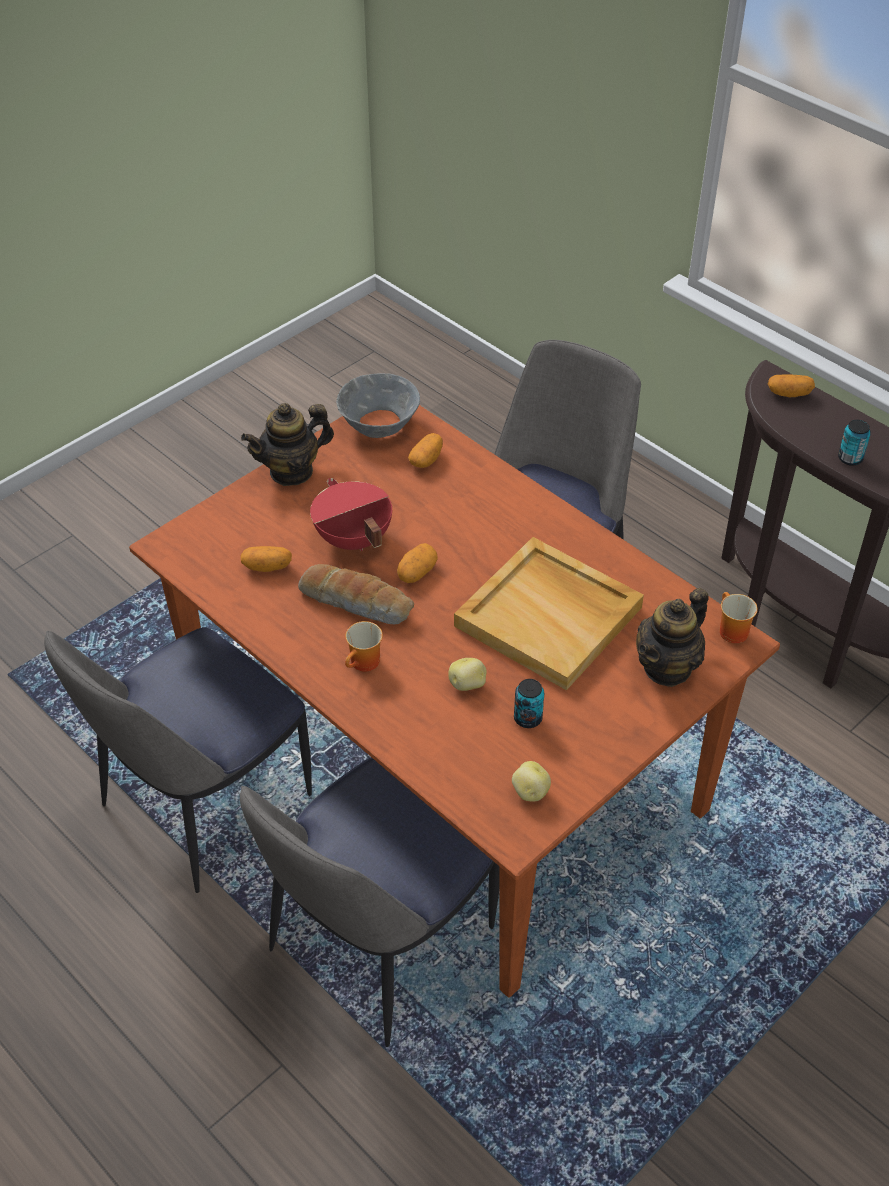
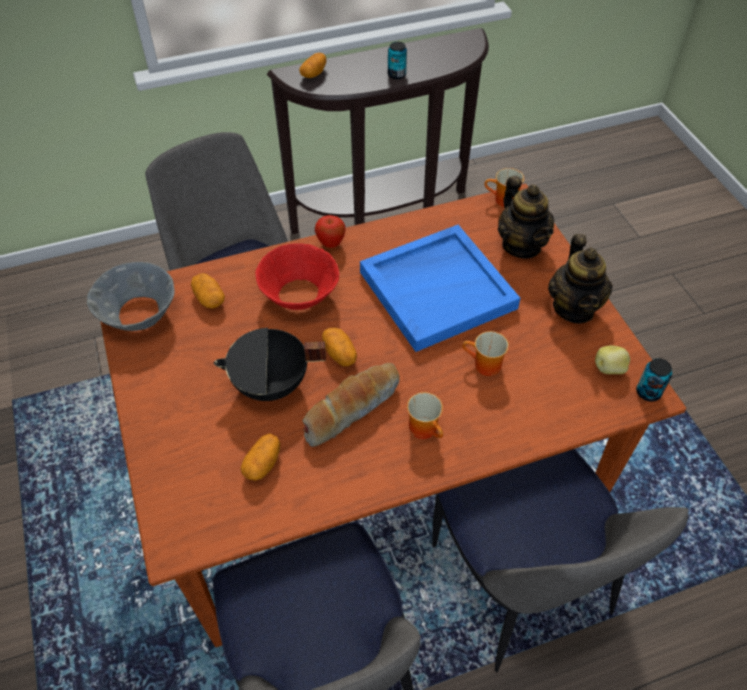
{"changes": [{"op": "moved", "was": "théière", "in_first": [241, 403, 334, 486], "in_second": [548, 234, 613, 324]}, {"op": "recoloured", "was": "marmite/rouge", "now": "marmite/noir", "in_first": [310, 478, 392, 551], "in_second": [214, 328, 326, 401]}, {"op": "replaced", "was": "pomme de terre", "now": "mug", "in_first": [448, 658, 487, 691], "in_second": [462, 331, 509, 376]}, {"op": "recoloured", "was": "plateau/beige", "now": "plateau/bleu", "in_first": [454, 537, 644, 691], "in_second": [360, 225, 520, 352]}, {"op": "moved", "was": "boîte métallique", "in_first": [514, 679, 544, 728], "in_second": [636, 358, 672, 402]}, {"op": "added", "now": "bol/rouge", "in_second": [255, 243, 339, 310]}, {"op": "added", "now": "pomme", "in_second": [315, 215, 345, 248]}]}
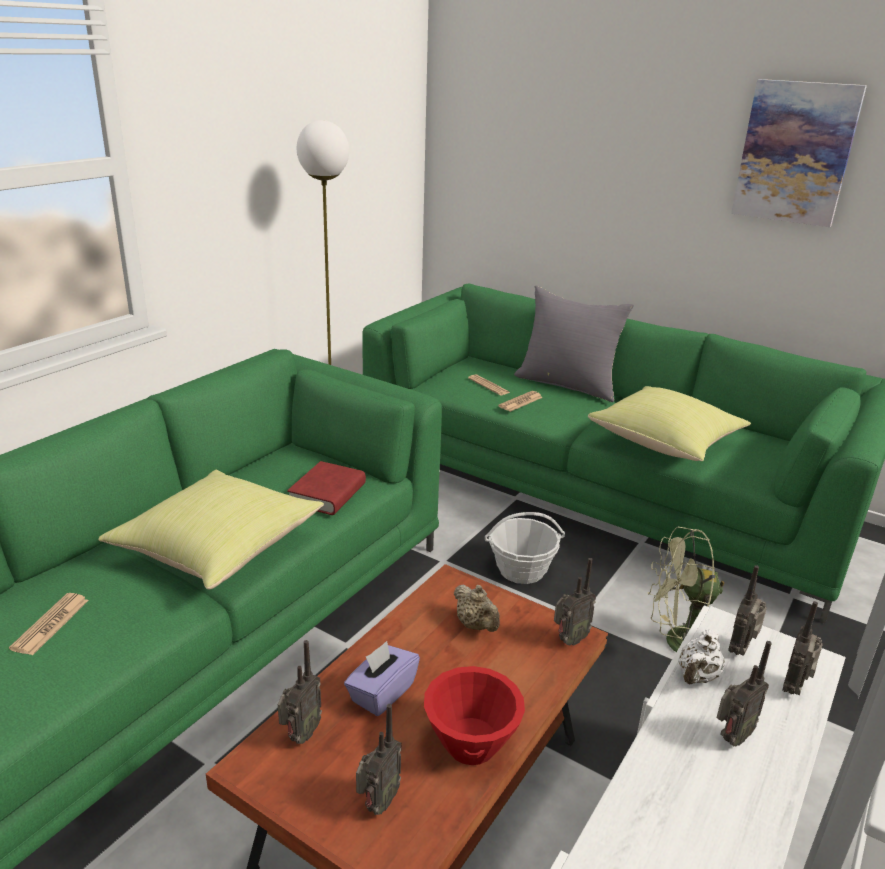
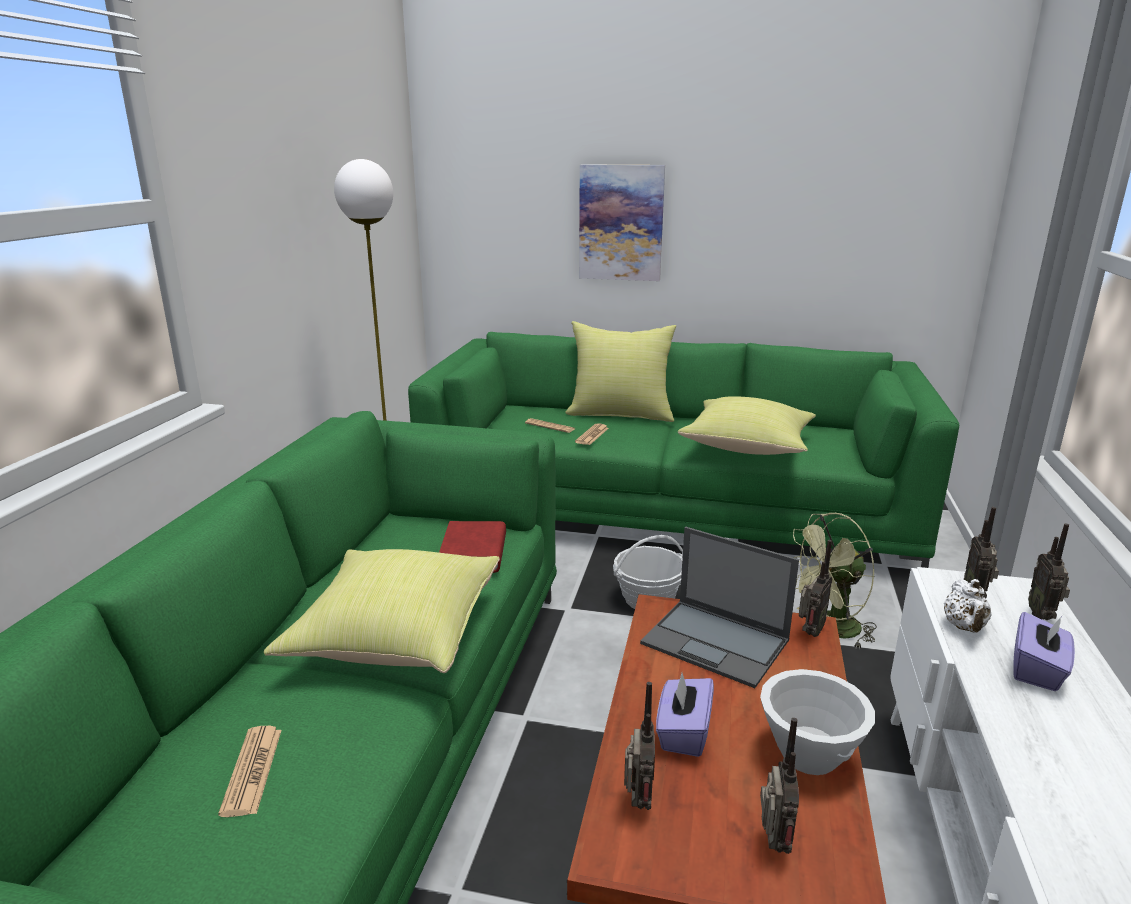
{"changes": [{"op": "recoloured", "was": "bol/rouge", "now": "bol/blanc", "in_first": [424, 666, 525, 765], "in_second": [760, 669, 875, 775]}, {"op": "replaced", "was": "théière/beige", "now": "ordinateur portable", "in_first": [454, 584, 500, 632], "in_second": [640, 527, 799, 688]}, {"op": "recoloured", "was": "coussin/gris", "now": "coussin/jaune", "in_first": [514, 286, 634, 402], "in_second": [565, 321, 676, 422]}, {"op": "replaced", "was": "radio", "now": "boîte à mouchoirs/violet", "in_first": [716, 641, 772, 747], "in_second": [1013, 612, 1075, 691]}, {"op": "moved", "was": "tableau", "in_first": [731, 79, 867, 227], "in_second": [579, 164, 665, 281]}]}
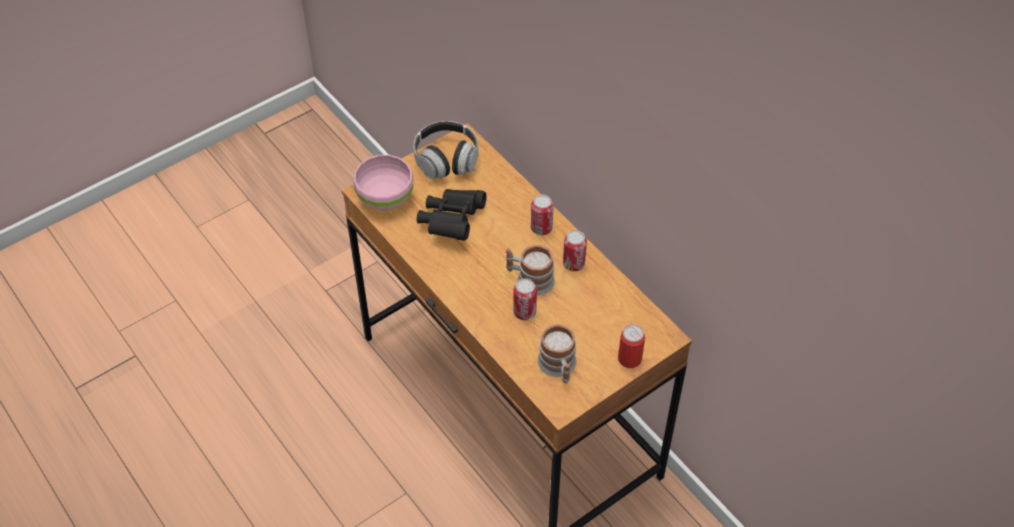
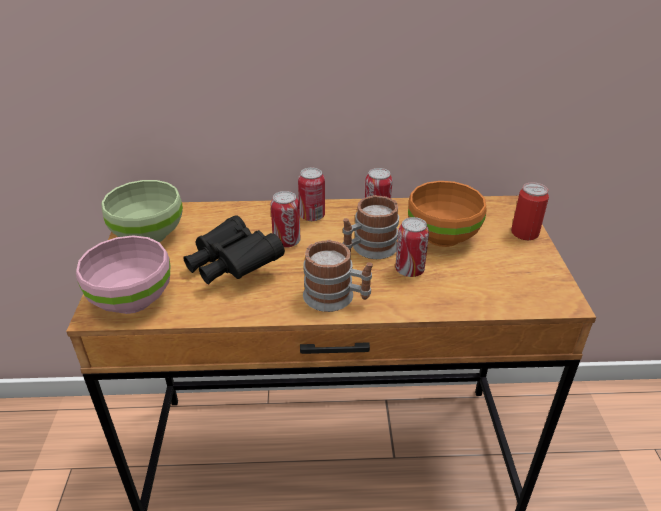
{"changes": [{"op": "replaced", "was": "casque audio", "now": "bol/vert", "in_first": [413, 121, 479, 179], "in_second": [101, 180, 183, 242]}, {"op": "moved", "was": "mug", "in_first": [538, 324, 576, 384], "in_second": [303, 240, 373, 312]}, {"op": "added", "now": "boîte métallique", "in_second": [270, 191, 301, 248]}, {"op": "added", "now": "bol/orange", "in_second": [408, 181, 486, 247]}]}
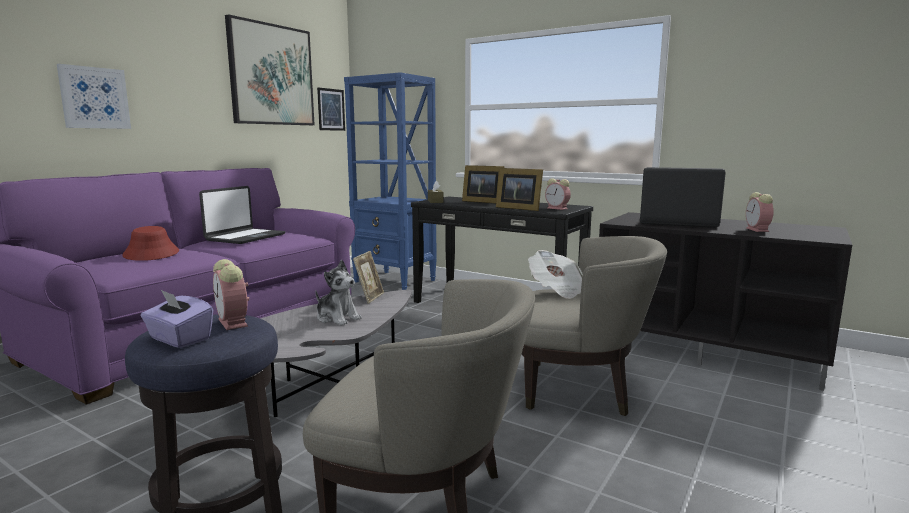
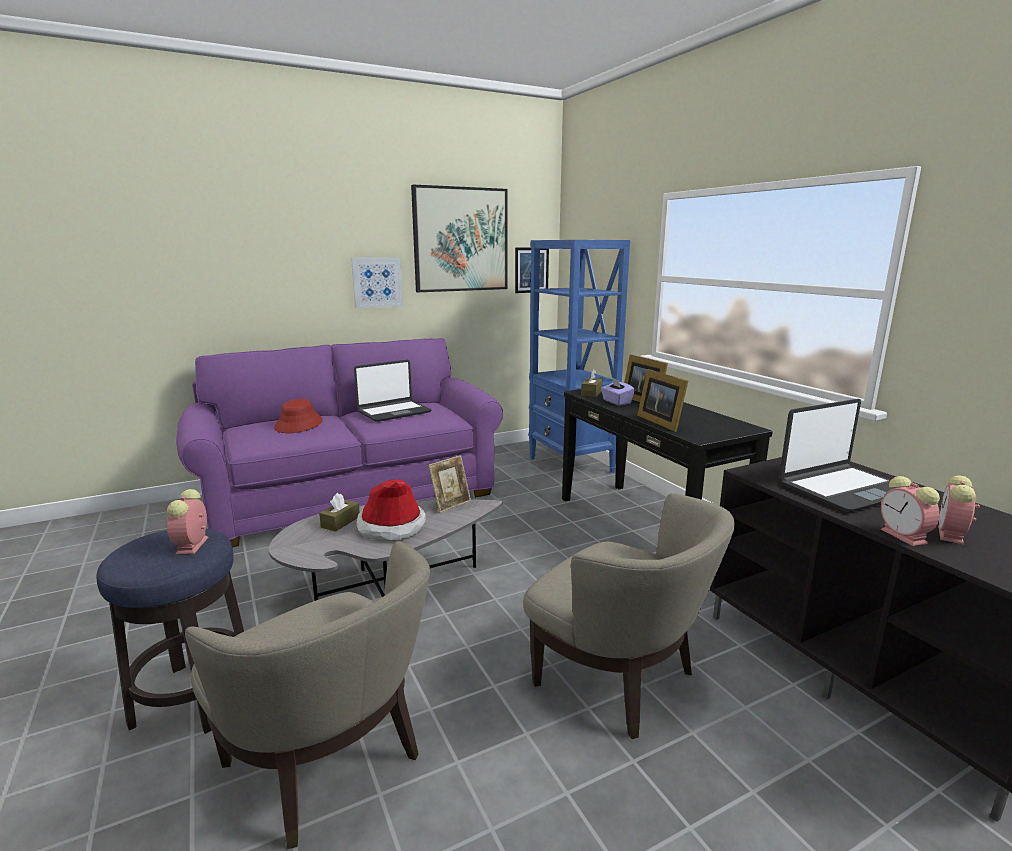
{"changes": [{"op": "moved", "was": "tableau", "in_first": [57, 64, 131, 129], "in_second": [351, 257, 403, 308]}, {"op": "moved", "was": "boîte à mouchoirs/violet", "in_first": [141, 289, 213, 348], "in_second": [601, 378, 635, 405]}, {"op": "replaced", "was": "peluche", "now": "chapeau", "in_first": [315, 260, 362, 326], "in_second": [356, 479, 426, 540]}, {"op": "removed", "was": "journal", "in_first": [528, 250, 583, 299]}, {"op": "moved", "was": "réveil", "in_first": [545, 178, 571, 210], "in_second": [881, 476, 940, 546]}, {"op": "turned", "was": "ordinateur portable", "in_first": [640, 167, 726, 228], "in_second": [779, 399, 908, 512], "clockwise": 105}, {"op": "added", "now": "boîte à mouchoirs/marron", "in_second": [319, 493, 360, 532]}]}
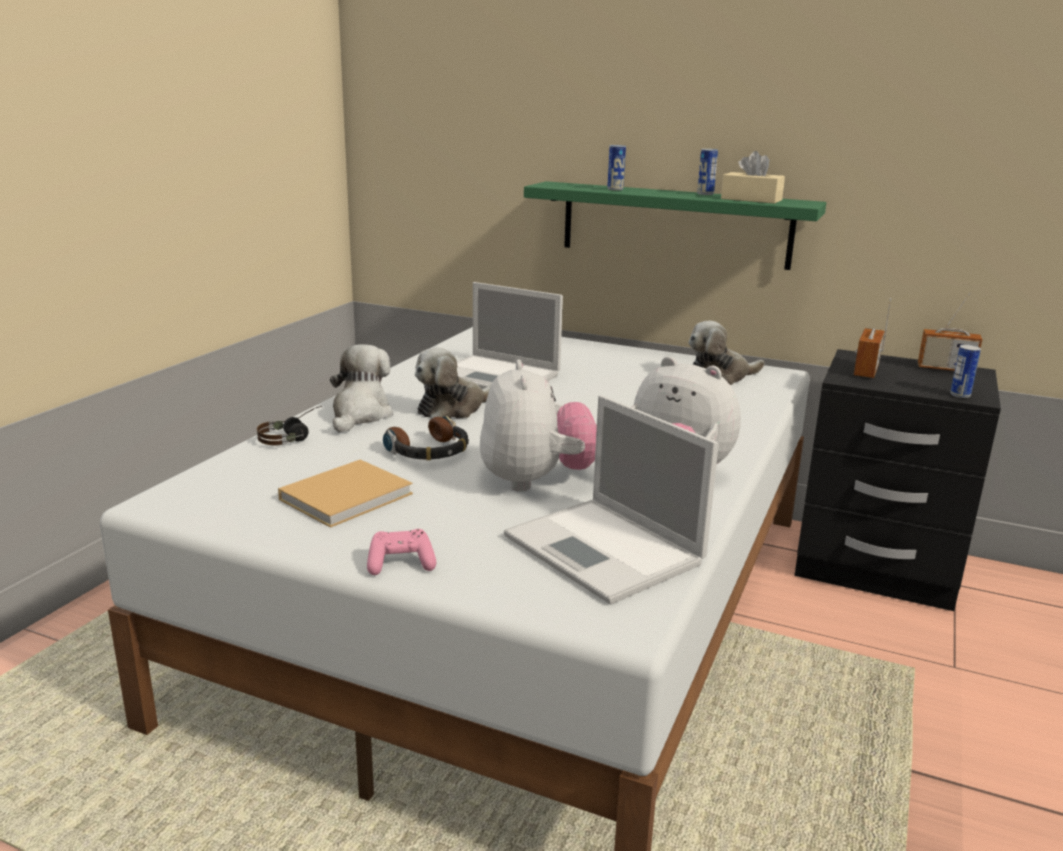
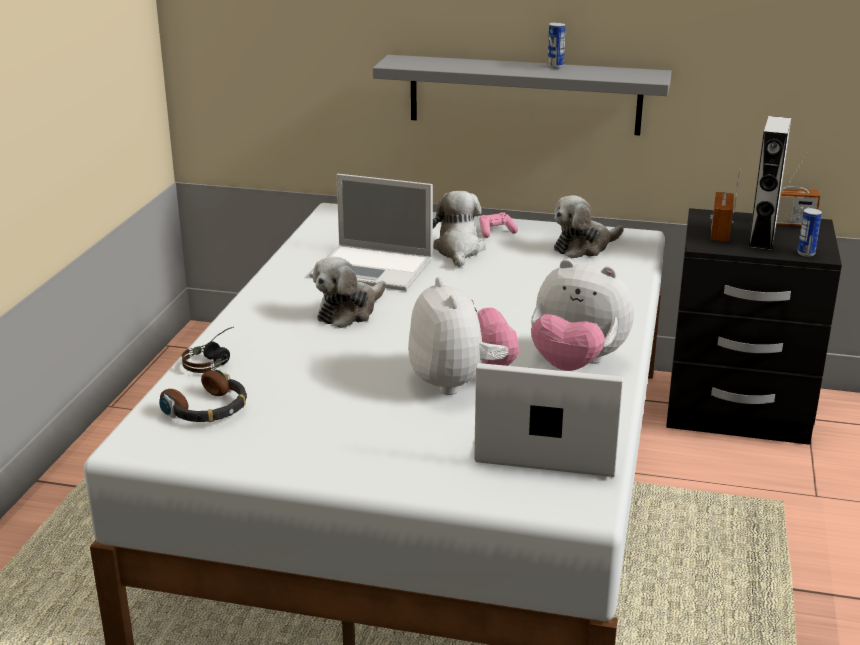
{"changes": [{"op": "removed", "was": "livre/beige", "in_first": [278, 459, 413, 528]}, {"op": "moved", "was": "peluche", "in_first": [330, 344, 393, 433], "in_second": [433, 191, 486, 267]}, {"op": "moved", "was": "manette/rose", "in_first": [367, 529, 436, 575], "in_second": [479, 212, 518, 238]}, {"op": "moved", "was": "casque audio", "in_first": [383, 416, 469, 460], "in_second": [159, 369, 247, 422]}, {"op": "turned", "was": "ordinateur portable", "in_first": [504, 395, 719, 604], "in_second": [474, 363, 623, 477], "clockwise": 150}, {"op": "recoloured", "was": "étagère/vert", "now": "étagère/gris", "in_first": [524, 181, 826, 270], "in_second": [373, 55, 672, 135]}, {"op": "removed", "was": "boîte métallique", "in_first": [607, 145, 626, 190]}, {"op": "removed", "was": "boîte à mouchoirs/beige", "in_first": [721, 151, 785, 204]}, {"op": "added", "now": "enceinte/gris", "in_second": [748, 116, 791, 250]}]}
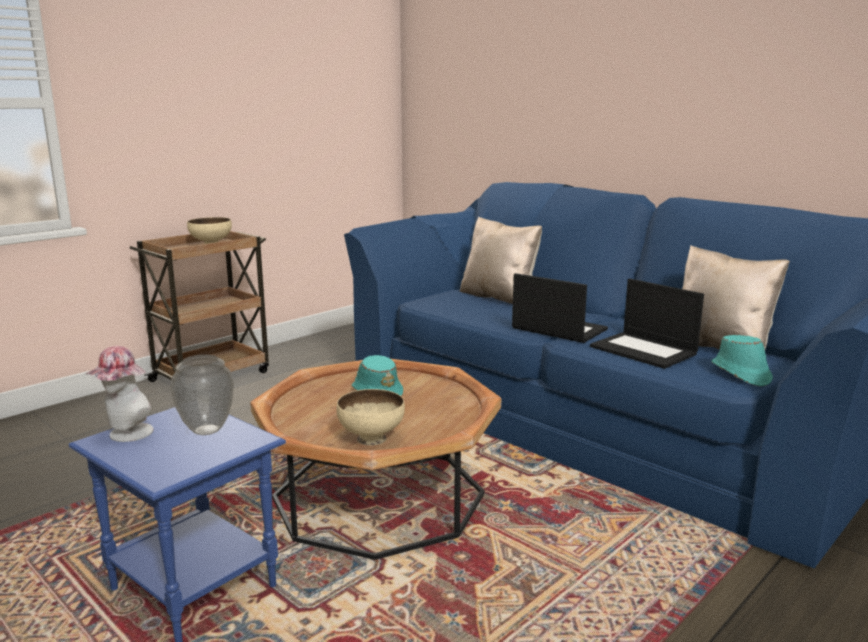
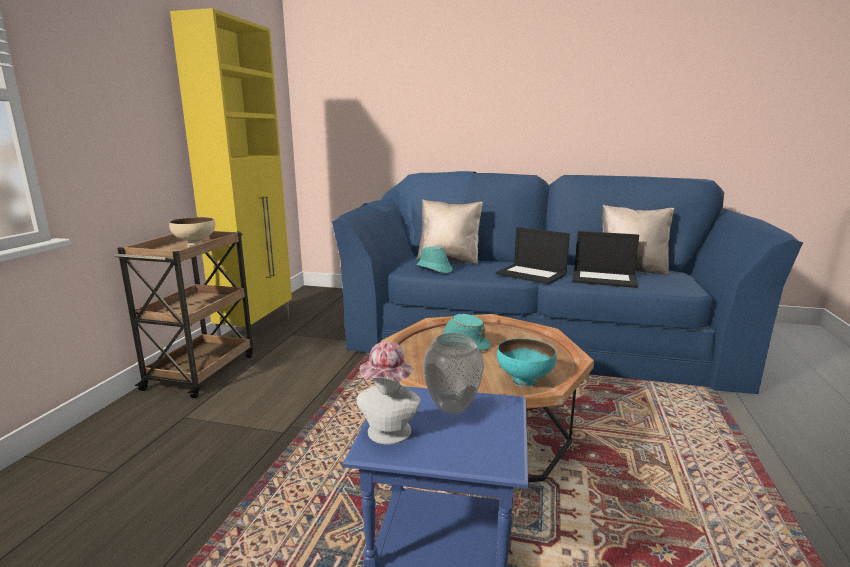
{"changes": [{"op": "recoloured", "was": "bol/beige", "now": "bol/turquoise", "in_first": [336, 389, 405, 446], "in_second": [497, 338, 557, 387]}, {"op": "turned", "was": "ordinateur portable", "in_first": [512, 273, 608, 343], "in_second": [495, 227, 570, 284], "clockwise": -150}, {"op": "moved", "was": "chapeau/turquoise", "in_first": [711, 335, 773, 386], "in_second": [417, 246, 453, 273]}, {"op": "added", "now": "meuble de rangement/jaune", "in_second": [170, 8, 292, 339]}]}
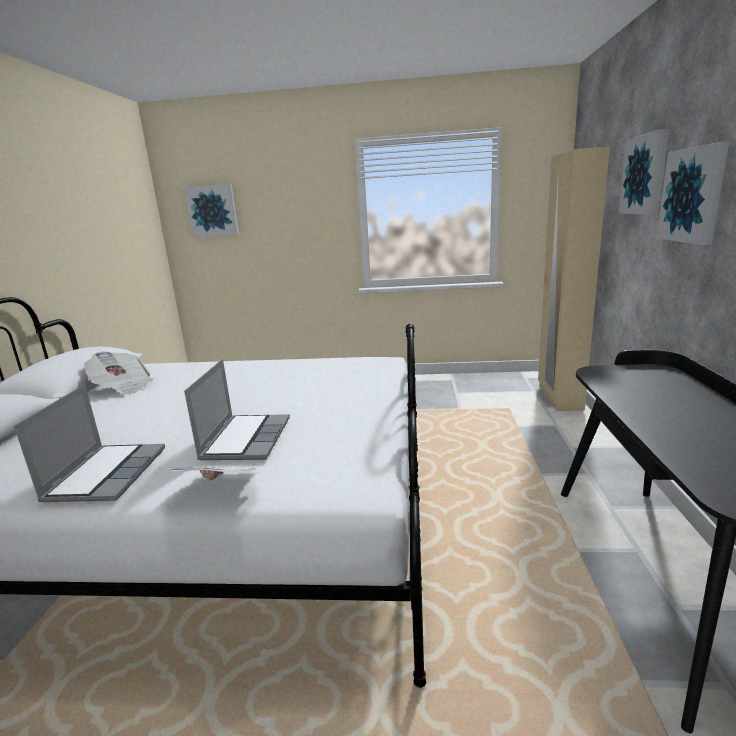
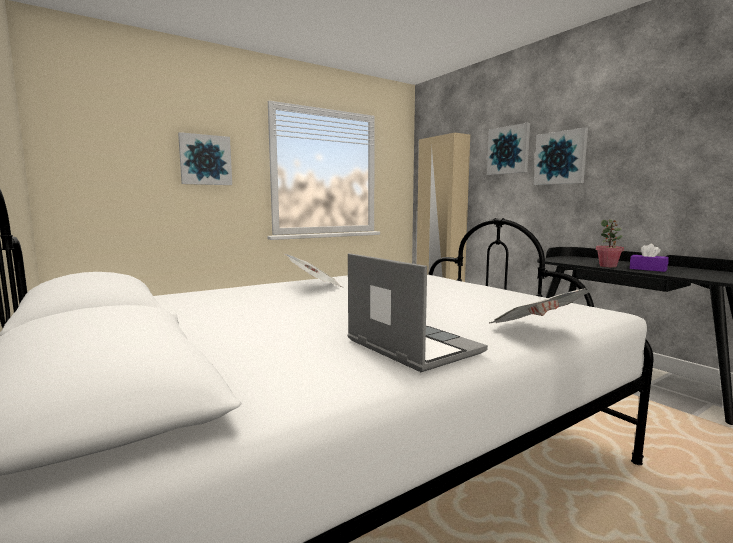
{"changes": [{"op": "moved", "was": "journal", "in_first": [84, 351, 153, 395], "in_second": [285, 254, 342, 287]}, {"op": "moved", "was": "tableau", "in_first": [184, 184, 239, 236], "in_second": [178, 132, 232, 185]}, {"op": "removed", "was": "ordinateur portable", "in_first": [184, 359, 290, 460]}, {"op": "added", "now": "plante en pot", "in_second": [596, 219, 624, 268]}, {"op": "added", "now": "boîte à mouchoirs/violet", "in_second": [630, 244, 669, 272]}]}
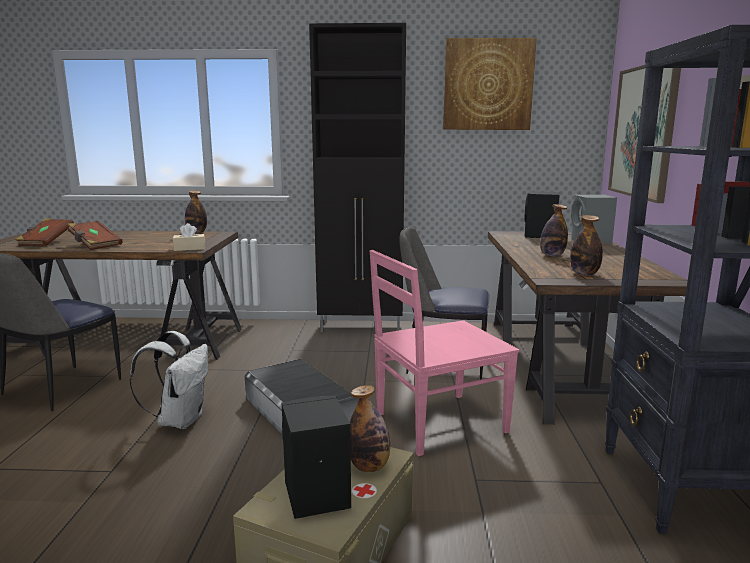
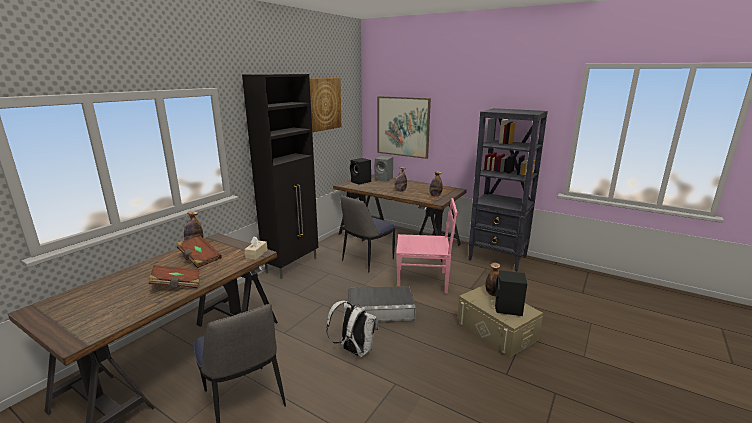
{"changes": [{"op": "moved", "was": "livre/marron", "in_first": [16, 218, 74, 246], "in_second": [176, 236, 222, 268]}, {"op": "turned", "was": "chaise/rose", "in_first": [370, 250, 519, 456], "in_second": [396, 198, 458, 293], "clockwise": -90}]}
